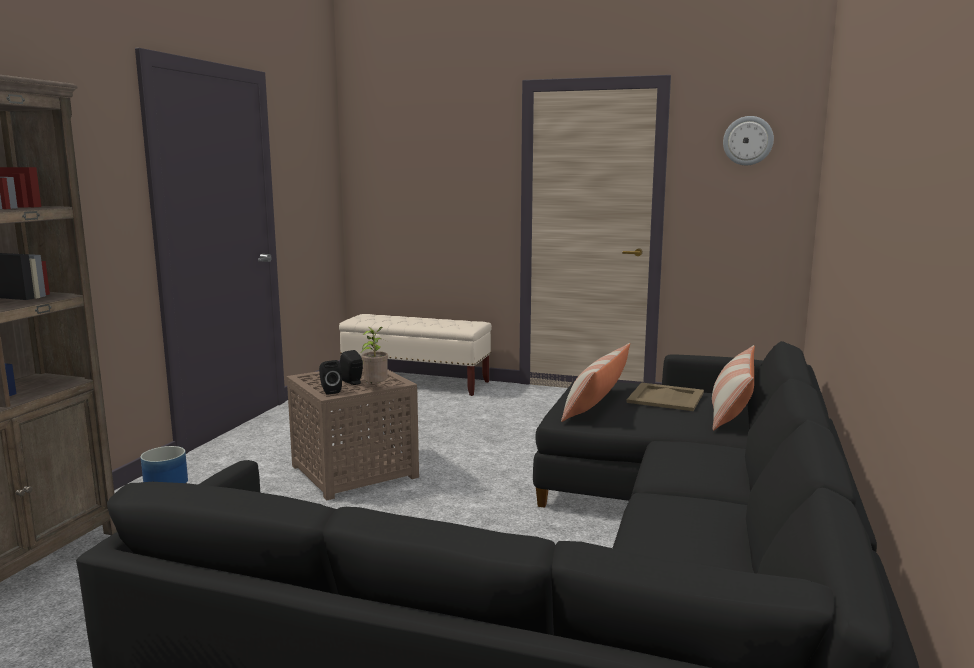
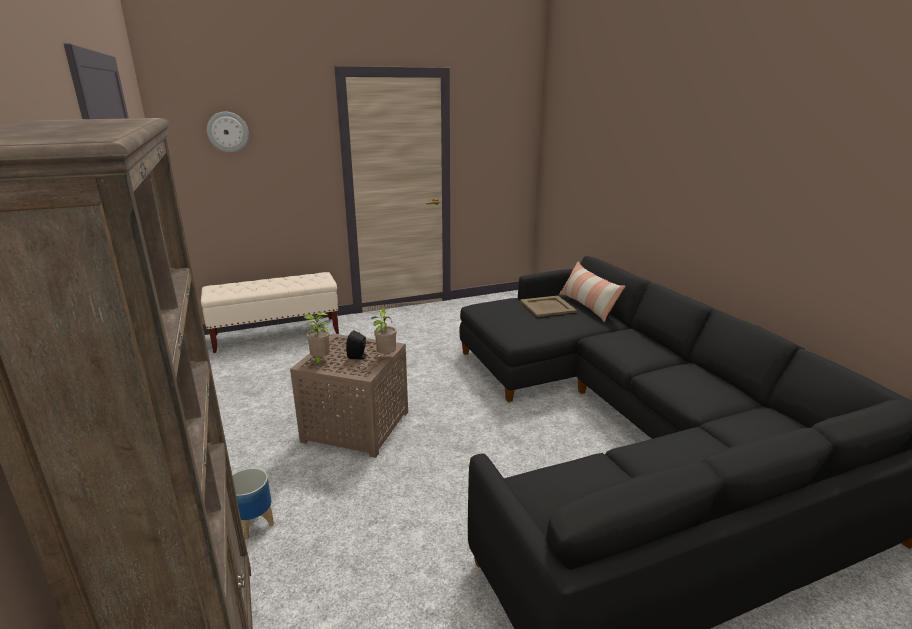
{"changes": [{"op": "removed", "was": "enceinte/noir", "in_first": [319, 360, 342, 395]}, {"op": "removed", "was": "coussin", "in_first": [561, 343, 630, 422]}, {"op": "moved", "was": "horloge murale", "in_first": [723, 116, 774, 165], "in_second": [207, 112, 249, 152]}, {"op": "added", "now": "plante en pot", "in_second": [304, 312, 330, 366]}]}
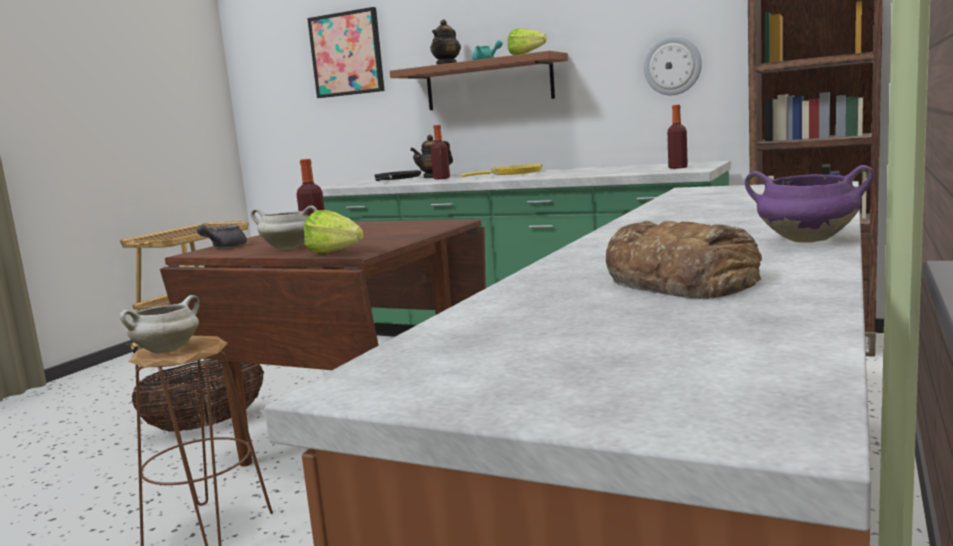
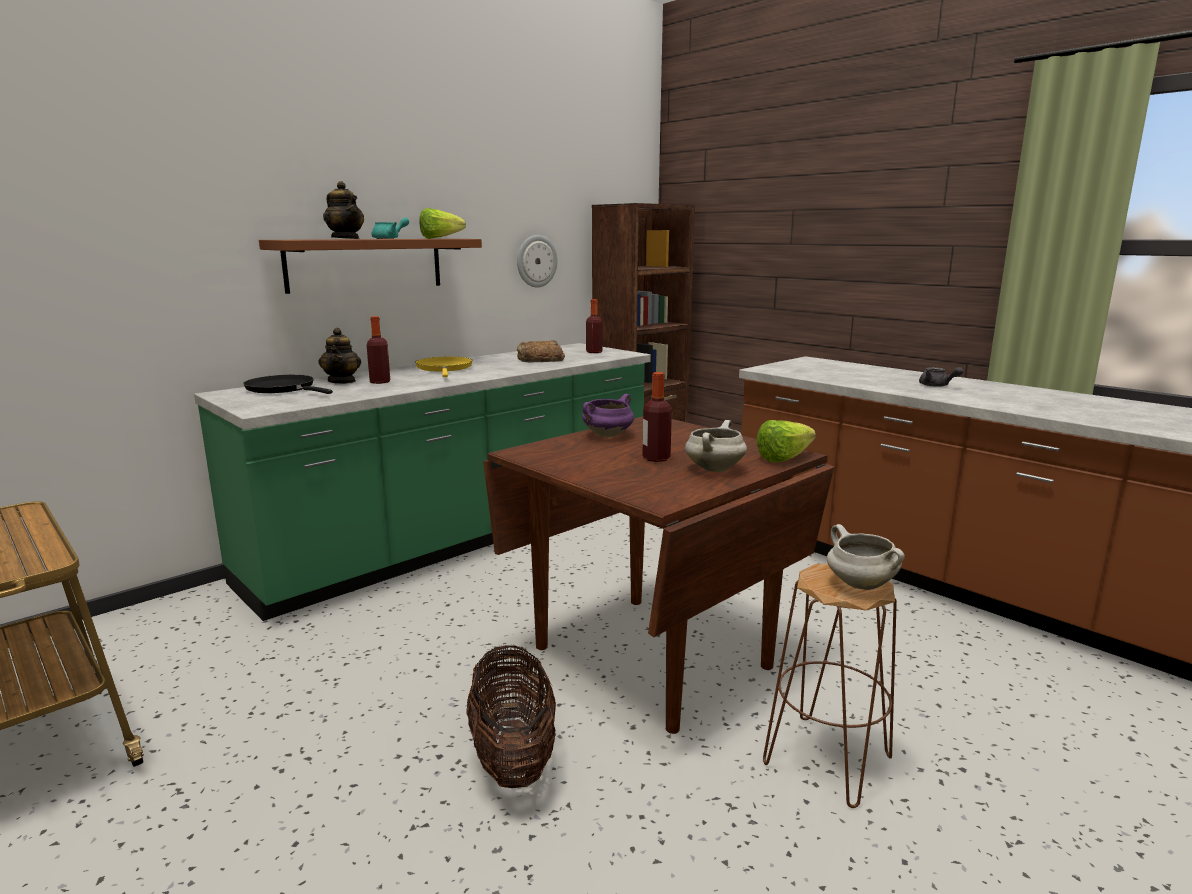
{"changes": [{"op": "moved", "was": "théière/gris", "in_first": [196, 225, 247, 248], "in_second": [919, 367, 964, 387]}, {"op": "removed", "was": "tableau", "in_first": [307, 7, 385, 98]}, {"op": "moved", "was": "pain", "in_first": [606, 221, 762, 299], "in_second": [517, 340, 565, 362]}, {"op": "moved", "was": "marmite/violet", "in_first": [745, 165, 874, 243], "in_second": [582, 394, 634, 437]}]}
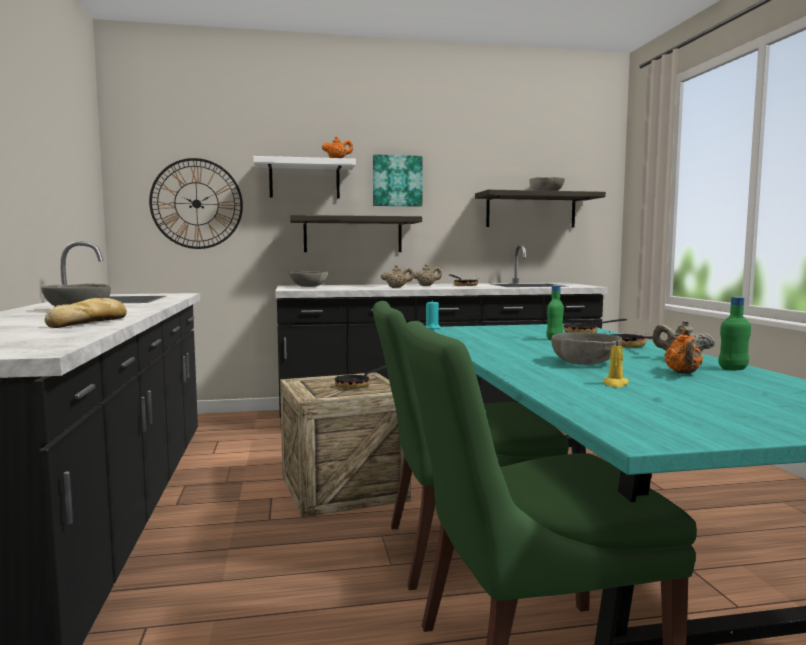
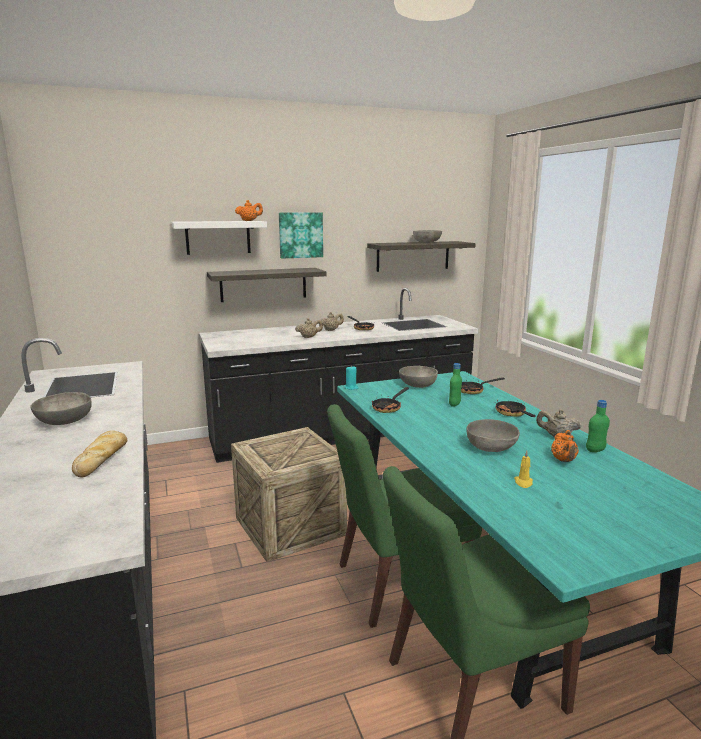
{"changes": [{"op": "removed", "was": "horloge murale", "in_first": [149, 158, 243, 249]}, {"op": "moved", "was": "bol/gris", "in_first": [290, 271, 328, 287], "in_second": [399, 366, 438, 388]}, {"op": "moved", "was": "poêle", "in_first": [335, 365, 386, 389], "in_second": [372, 387, 409, 413]}]}
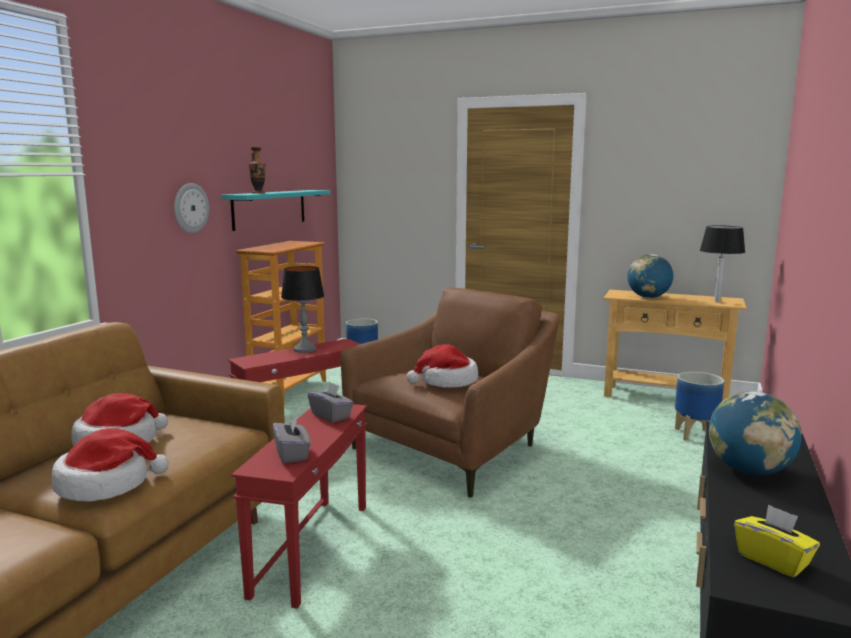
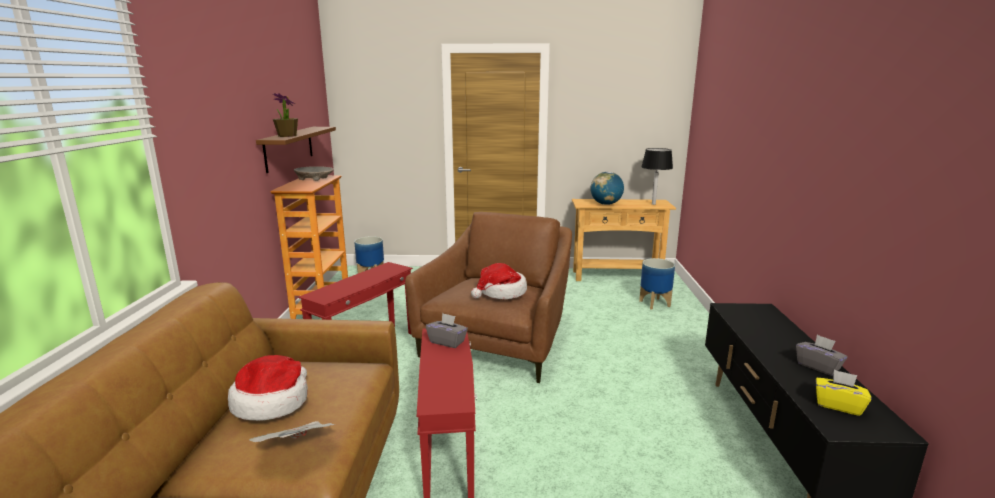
{"changes": [{"op": "replaced", "was": "chapeau", "now": "journal", "in_first": [52, 428, 169, 502], "in_second": [249, 421, 335, 442]}, {"op": "removed", "was": "horloge murale", "in_first": [174, 183, 209, 233]}, {"op": "recoloured", "was": "étagère/turquoise", "now": "étagère/marron", "in_first": [221, 190, 331, 231], "in_second": [256, 127, 336, 173]}, {"op": "replaced", "was": "vase", "now": "plante en pot", "in_first": [249, 147, 265, 194], "in_second": [273, 93, 298, 137]}, {"op": "moved", "was": "boîte à mouchoirs/gris", "in_first": [273, 416, 311, 463], "in_second": [796, 335, 848, 376]}, {"op": "removed", "was": "lampe de table", "in_first": [281, 266, 324, 353]}, {"op": "removed", "was": "globe", "in_first": [709, 391, 802, 476]}, {"op": "added", "now": "bol/beige", "in_second": [294, 166, 334, 181]}]}
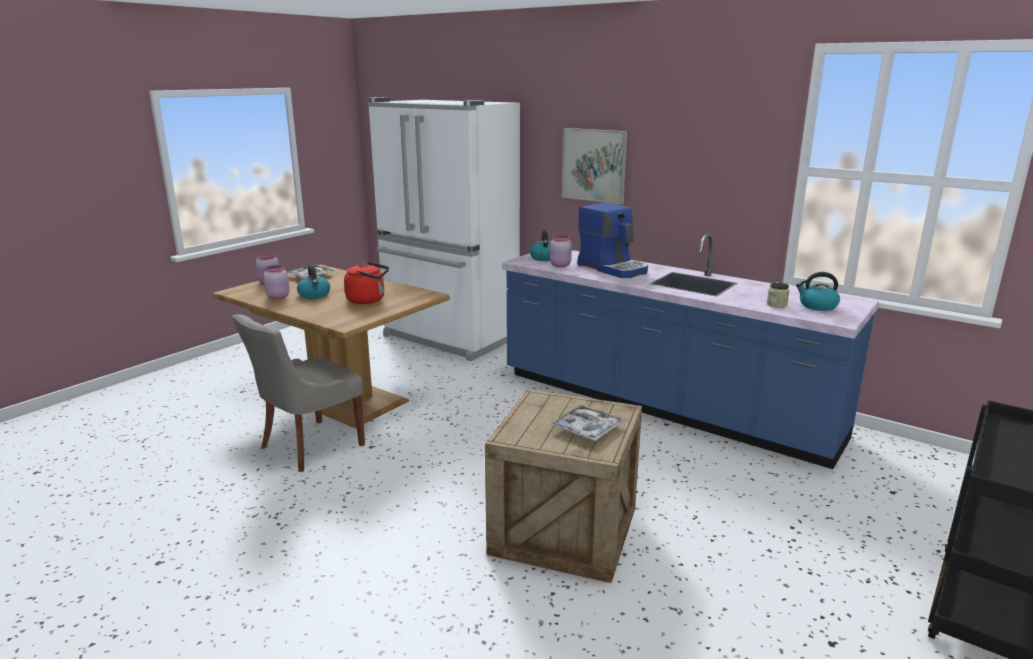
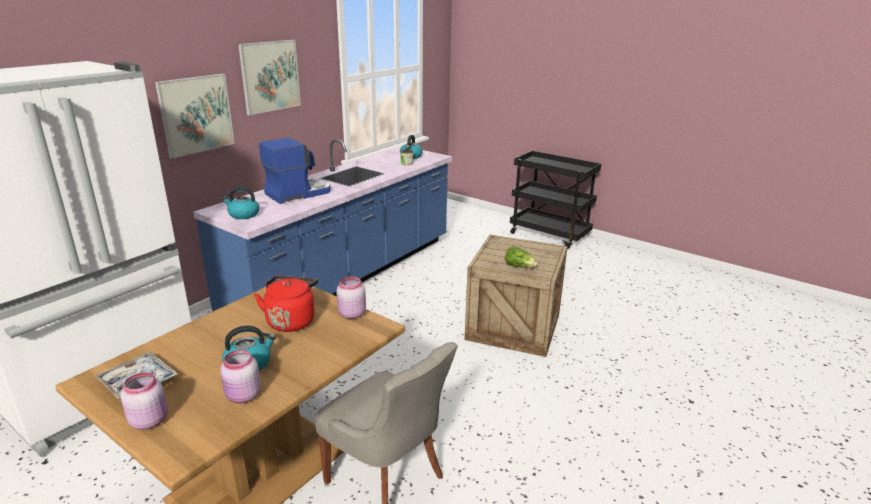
{"changes": [{"op": "moved", "was": "bocal/rose", "in_first": [550, 235, 572, 267], "in_second": [336, 276, 366, 319]}, {"op": "removed", "was": "plateau", "in_first": [550, 404, 624, 441]}, {"op": "added", "now": "tableau", "in_second": [238, 40, 301, 115]}, {"op": "added", "now": "laitue", "in_second": [505, 246, 537, 268]}]}
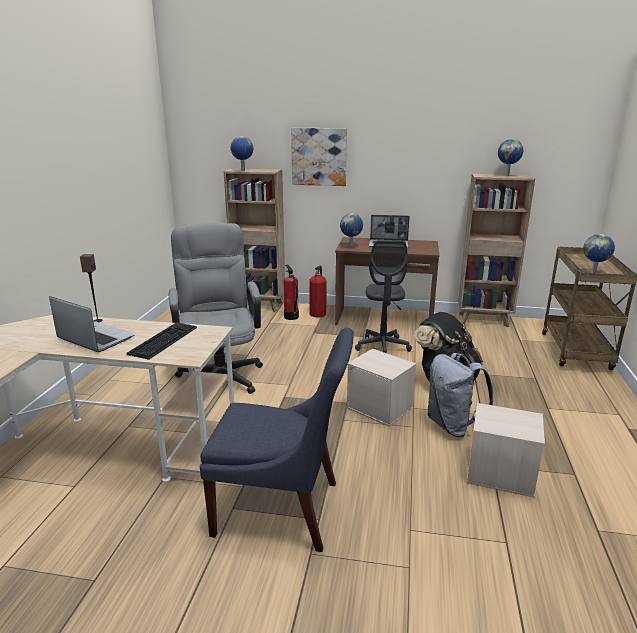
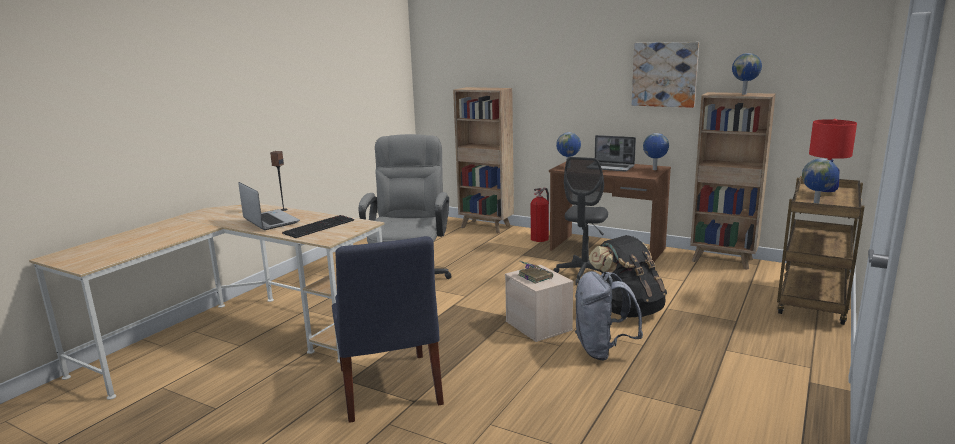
{"changes": [{"op": "turned", "was": "chaise/bleu", "in_first": [200, 328, 354, 552], "in_second": [332, 236, 444, 423], "clockwise": 45}, {"op": "moved", "was": "globe", "in_first": [231, 136, 253, 171], "in_second": [643, 133, 669, 170]}, {"op": "removed", "was": "extincteur", "in_first": [283, 265, 299, 320]}, {"op": "moved", "was": "tableau", "in_first": [291, 128, 347, 186], "in_second": [632, 42, 699, 108]}, {"op": "removed", "was": "boîte de rangement/beige", "in_first": [467, 403, 545, 498]}, {"op": "added", "now": "livre", "in_second": [518, 261, 553, 284]}, {"op": "added", "now": "lampe de table/rouge", "in_second": [809, 119, 857, 196]}]}
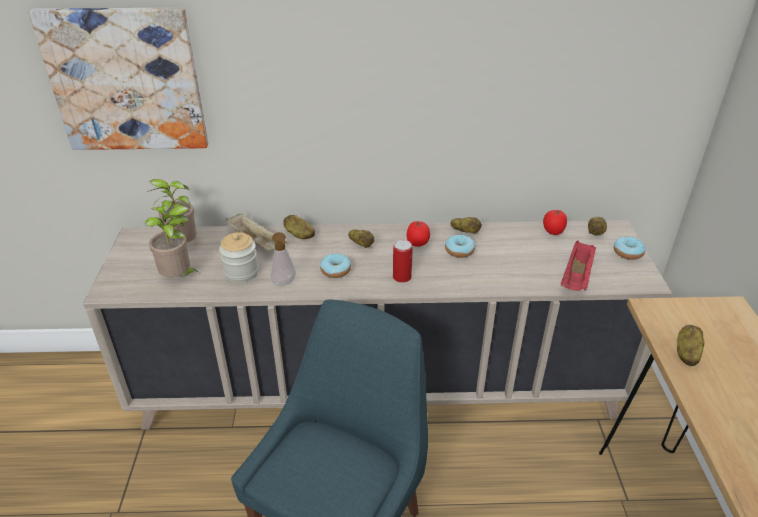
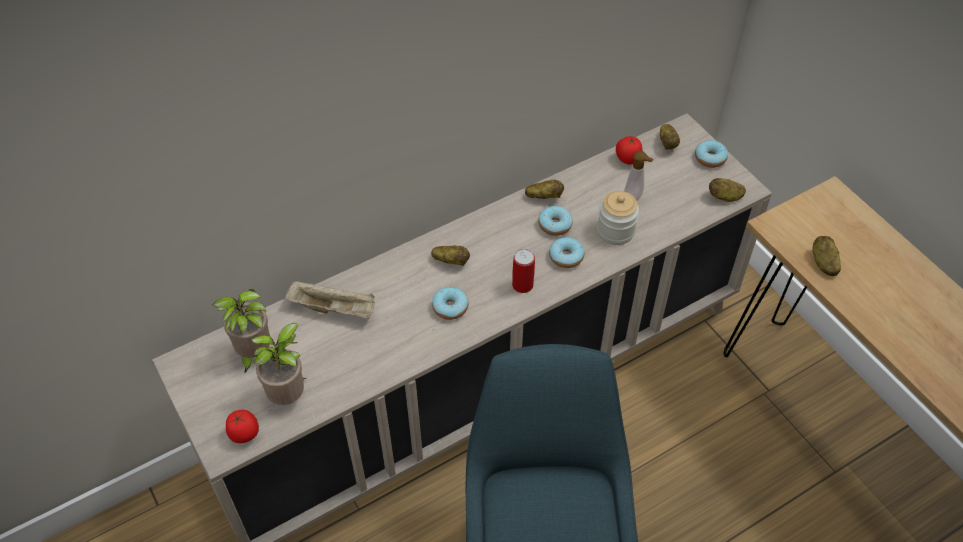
{"changes": [{"op": "removed", "was": "tableau", "in_first": [28, 8, 208, 150]}, {"op": "moved", "was": "bocal", "in_first": [219, 232, 259, 282], "in_second": [597, 191, 639, 245]}, {"op": "moved", "was": "distributeur de savon", "in_first": [271, 232, 296, 286], "in_second": [624, 151, 654, 201]}, {"op": "moved", "was": "pomme de terre", "in_first": [283, 215, 315, 239], "in_second": [709, 178, 746, 202]}, {"op": "moved", "was": "tomate", "in_first": [407, 221, 430, 247], "in_second": [226, 410, 259, 443]}, {"op": "removed", "was": "plateau/rouge", "in_first": [561, 241, 596, 291]}, {"op": "added", "now": "beignet", "in_second": [549, 237, 584, 268]}]}
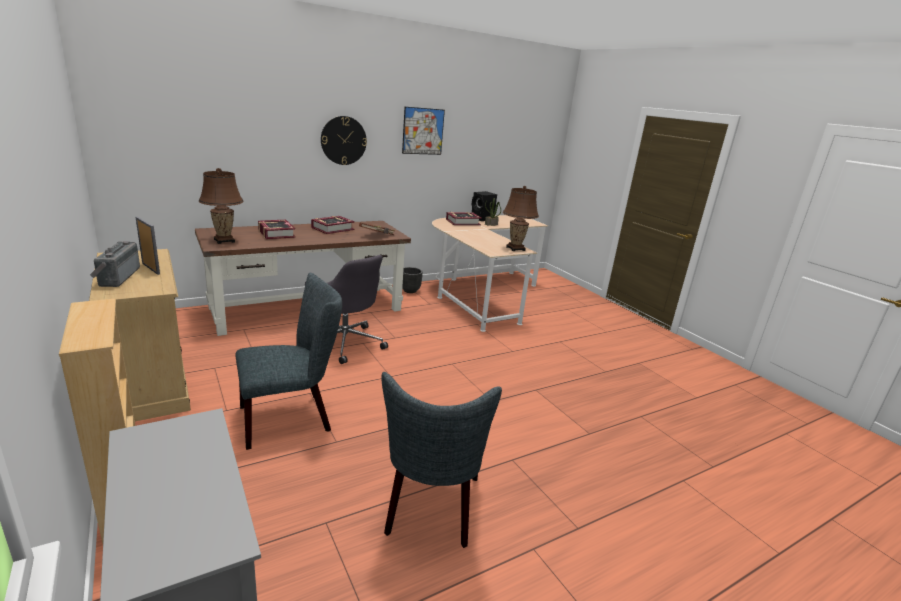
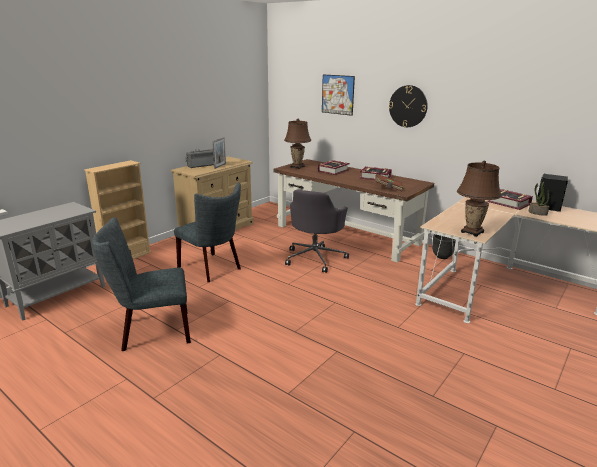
{"changes": [{"op": "moved", "was": "tableau", "in_first": [402, 107, 445, 155], "in_second": [322, 74, 355, 116]}]}
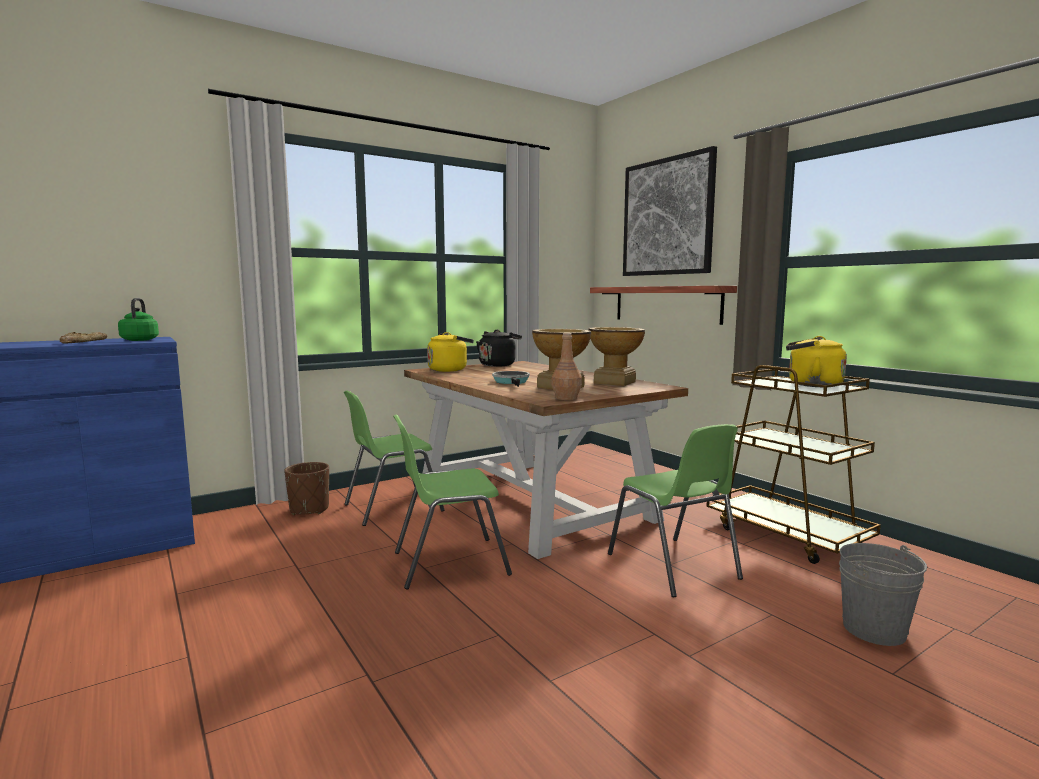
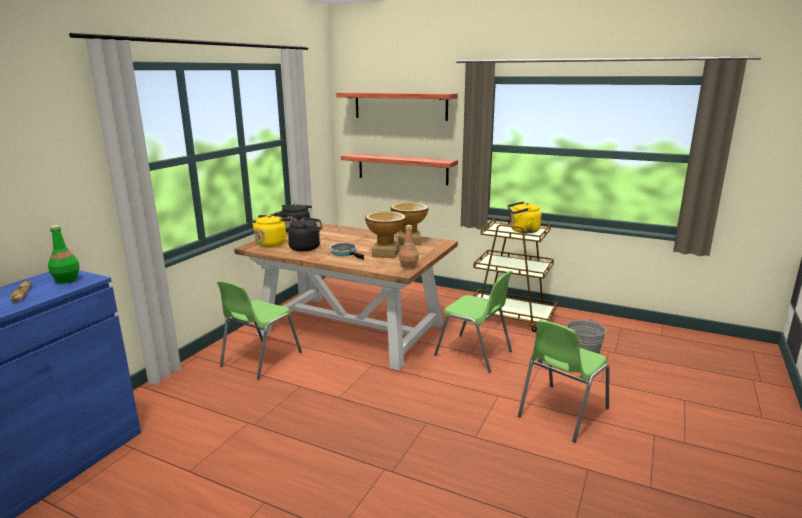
{"changes": [{"op": "replaced", "was": "bouilloire/vert", "now": "bouteille/vert", "in_first": [118, 298, 159, 341], "in_second": [48, 225, 80, 284]}, {"op": "removed", "was": "cache-pot/marron", "in_first": [284, 462, 329, 515]}, {"op": "moved", "was": "chaise/vert", "in_first": [393, 414, 512, 589], "in_second": [518, 320, 610, 442]}, {"op": "replaced", "was": "tableau", "now": "étagère", "in_first": [623, 146, 717, 276], "in_second": [336, 92, 458, 121]}, {"op": "added", "now": "bouilloire/noir", "in_second": [287, 217, 322, 252]}]}
